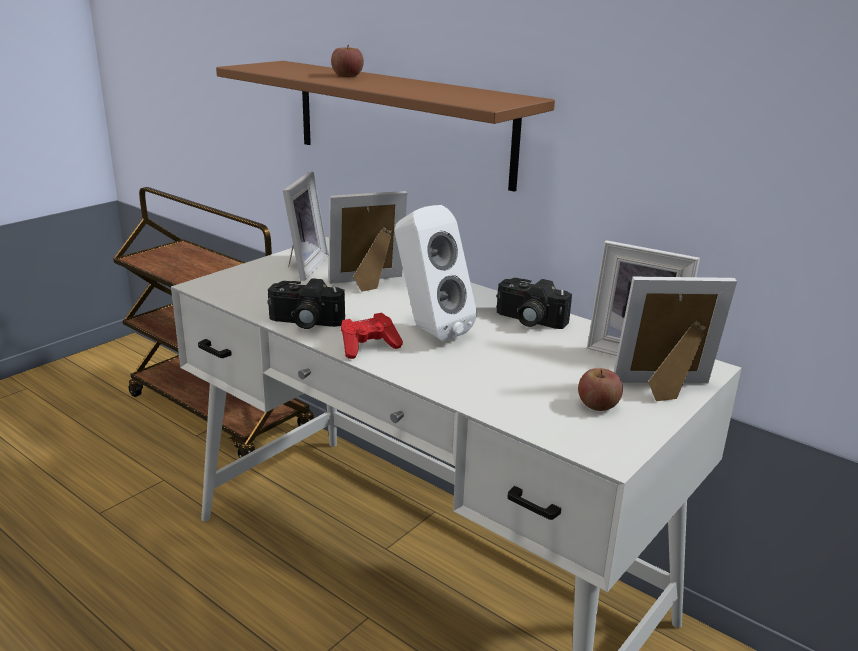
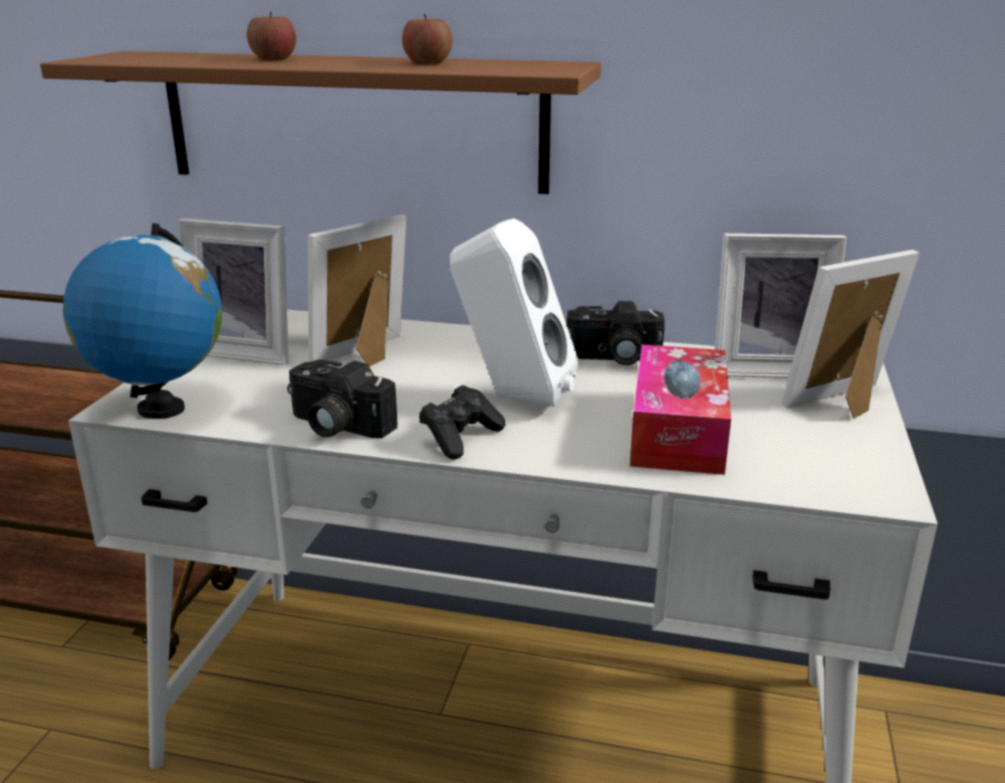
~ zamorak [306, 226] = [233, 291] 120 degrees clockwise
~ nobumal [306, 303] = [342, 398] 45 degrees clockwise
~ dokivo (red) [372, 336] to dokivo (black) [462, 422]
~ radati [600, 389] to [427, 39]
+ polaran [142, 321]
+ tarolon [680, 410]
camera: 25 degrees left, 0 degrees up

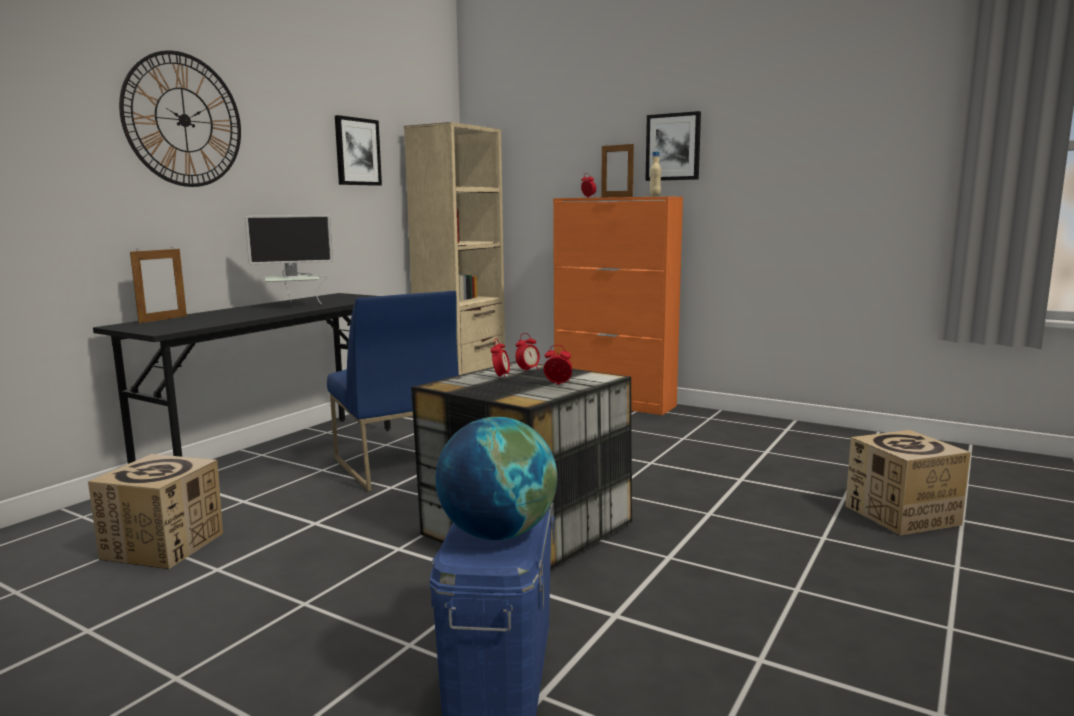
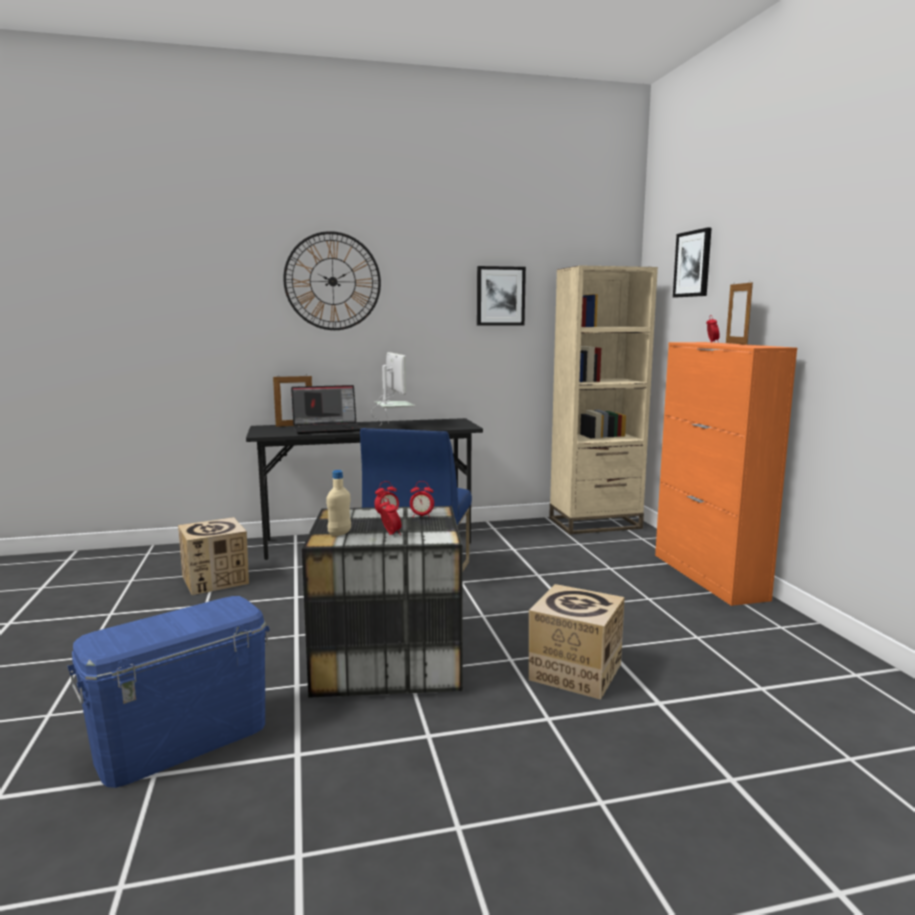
~ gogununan [673, 146] to [692, 262]
~ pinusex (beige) [655, 173] to [338, 503]
~ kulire [289, 260] = [393, 388] 135 degrees counterclockwise
- polaran [496, 478]
~ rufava [908, 482] to [577, 642]
+ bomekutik [326, 409]
camera: 45 degrees right, 0 degrees up

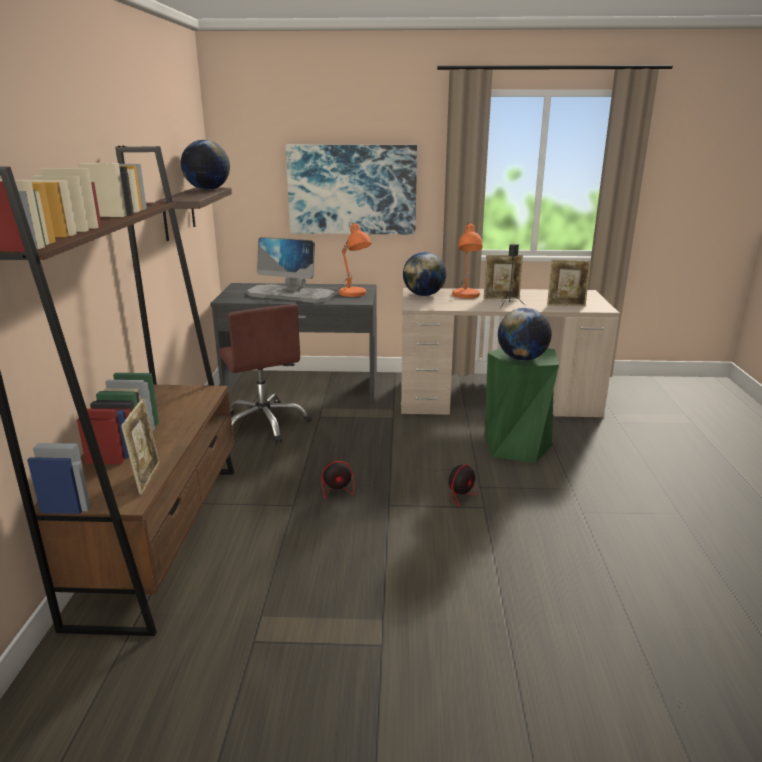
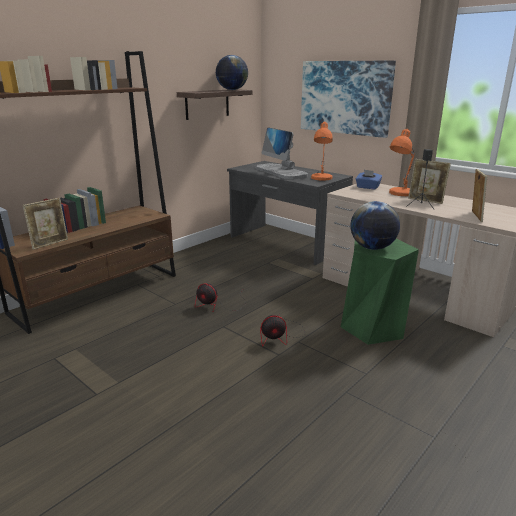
~ polaran [424, 274] to tarolon (blue) [369, 179]
~ zamorak [569, 283] = [479, 195] 120 degrees counterclockwise
- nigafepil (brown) [264, 374]
camera: 40 degrees right, 0 degrees up

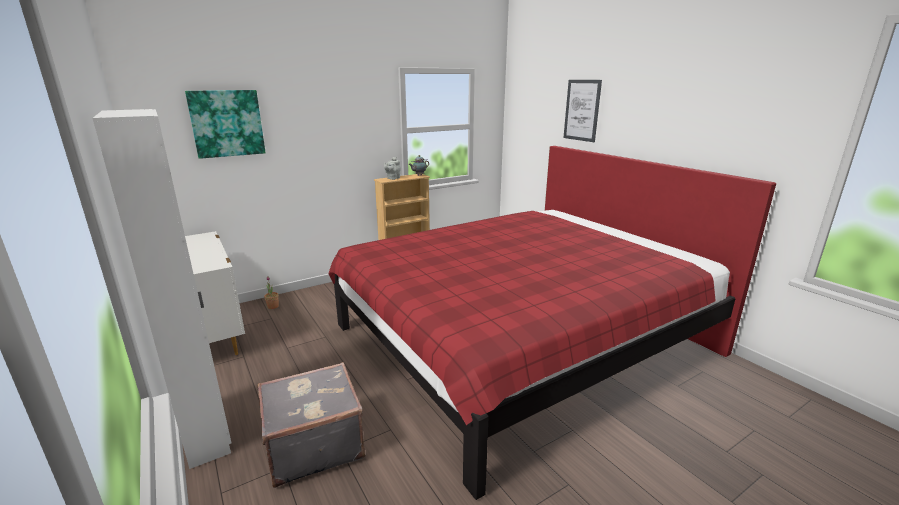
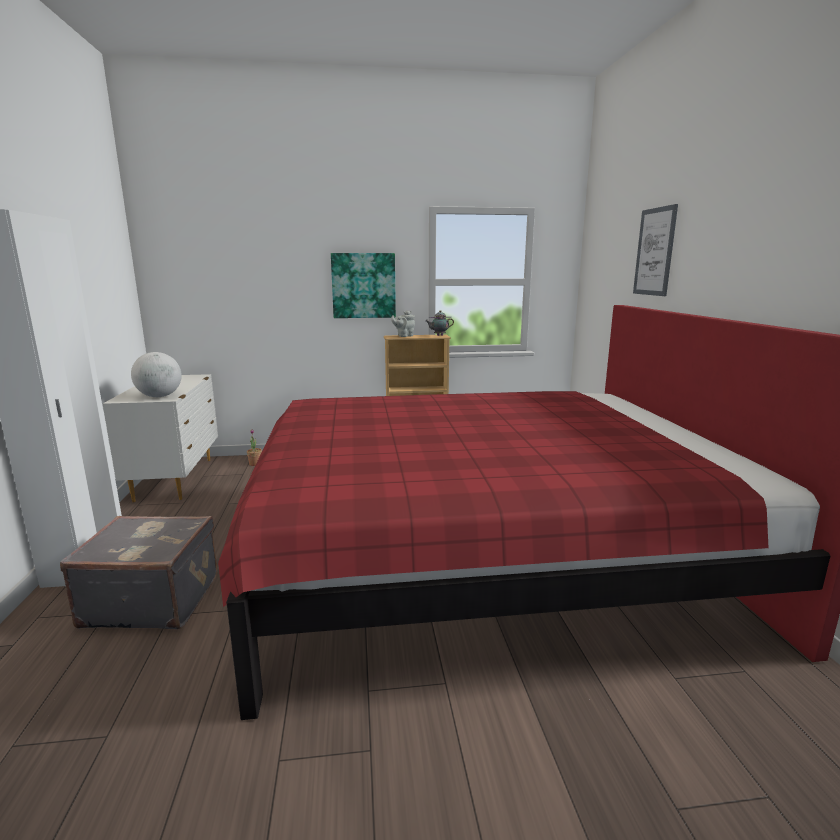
~ gogununan [225, 124] to [363, 285]
+ polaran [156, 374]
camera: 25 degrees right, 5 degrees down

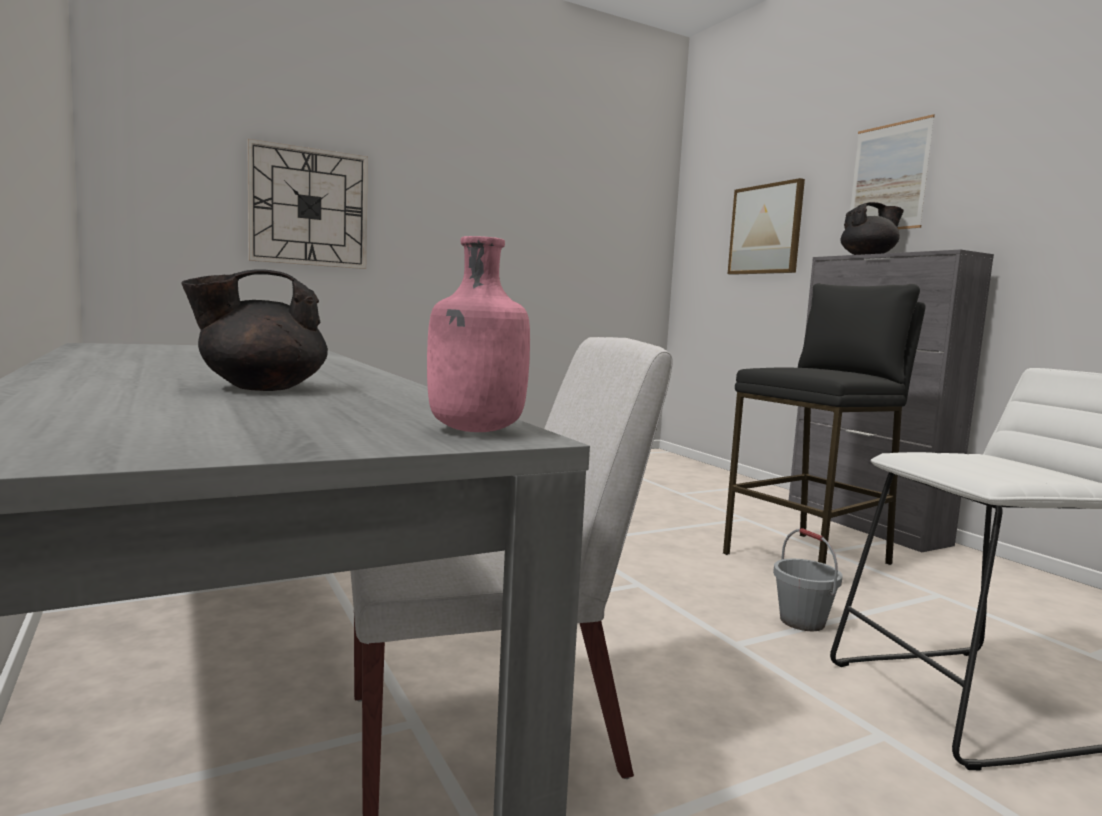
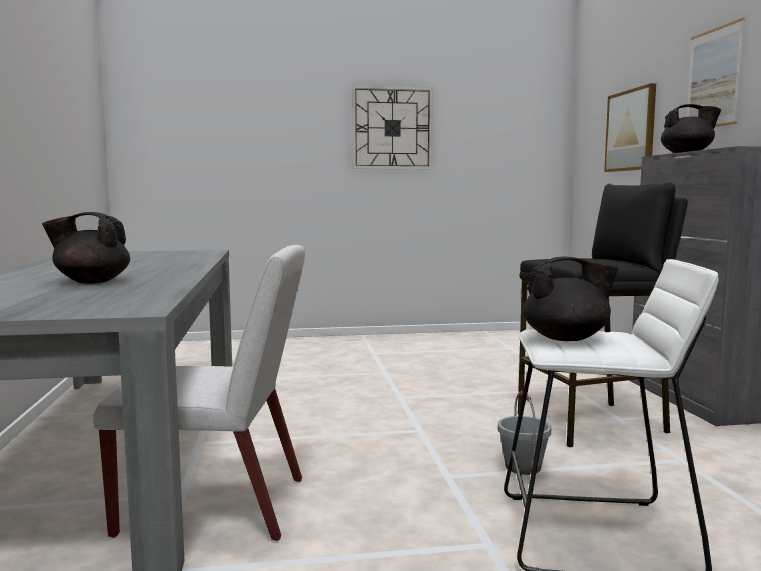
~ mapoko [307, 204] to [392, 127]
- pinusex (pink) [478, 334]
+ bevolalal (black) [571, 299]
camera: 20 degrees right, 0 degrees up

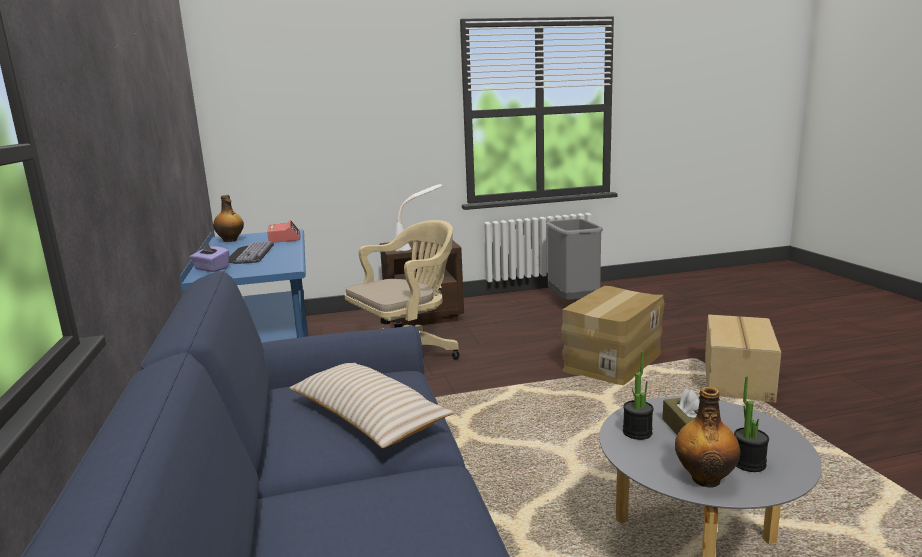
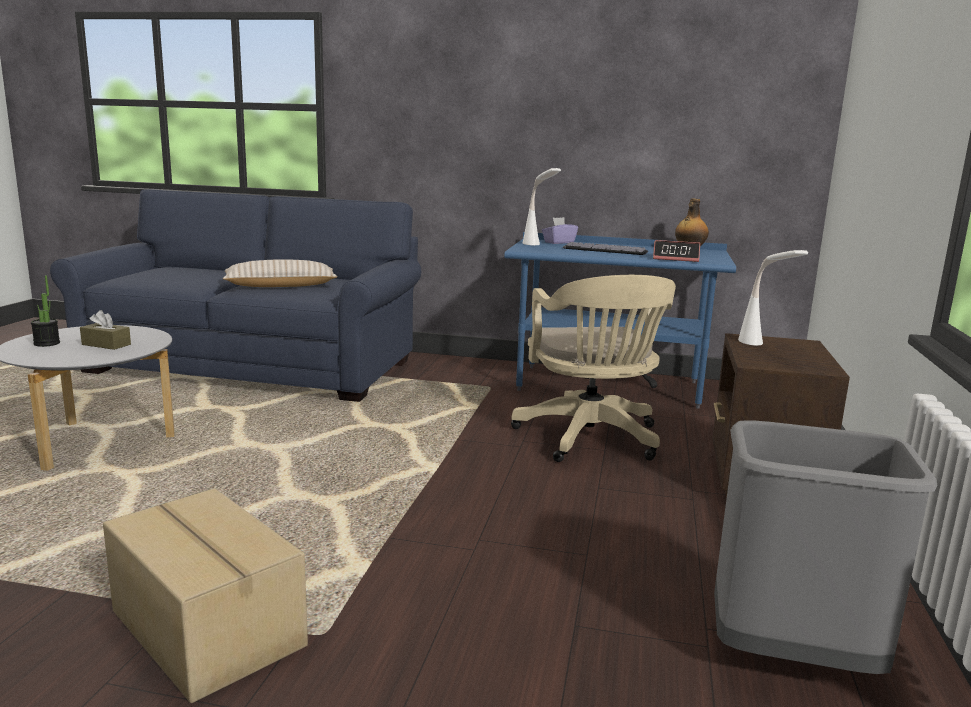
- rufava [613, 335]
- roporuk [638, 395]
- pinusex [707, 437]
+ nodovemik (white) [542, 206]
camera: 115 degrees right, 0 degrees up

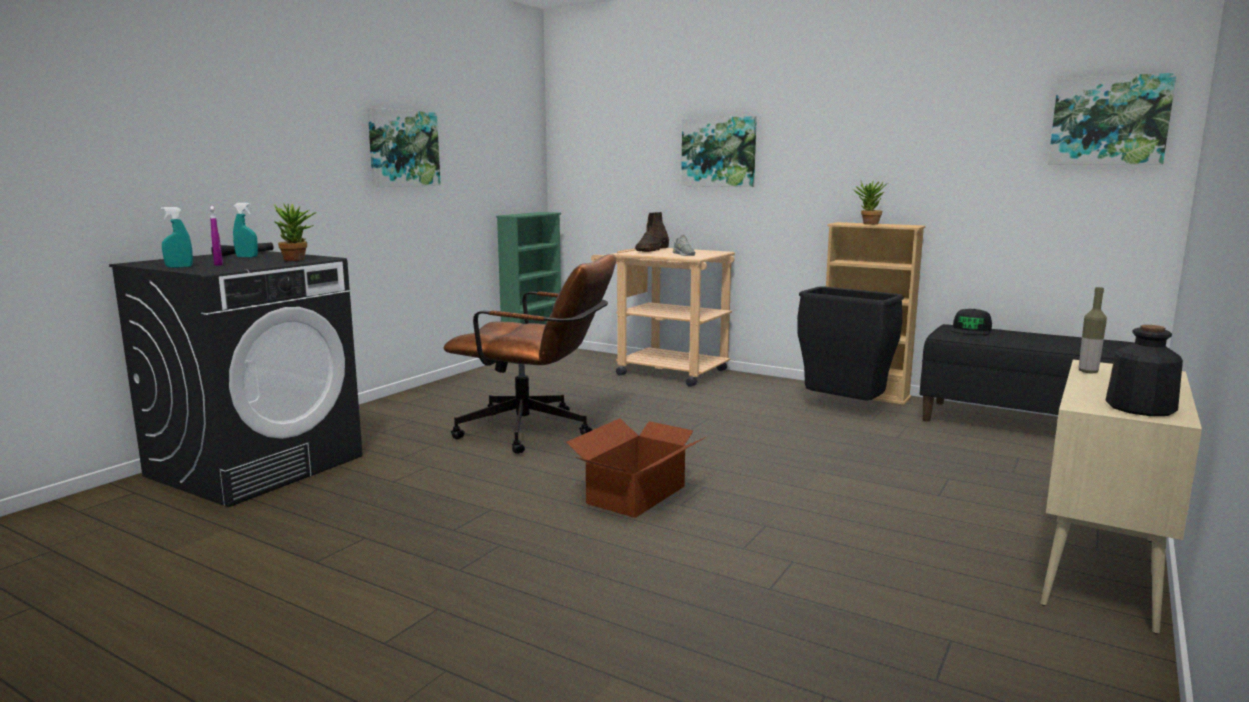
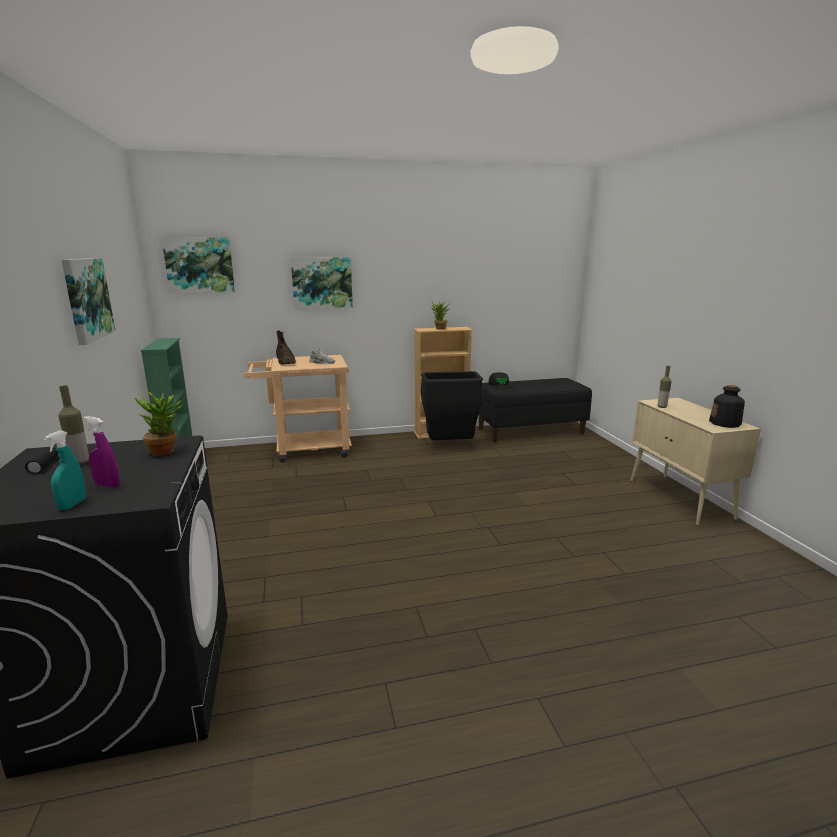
~ gogununan [1112, 119] to [198, 265]
~ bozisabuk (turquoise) [245, 230] to pinusex [73, 425]
- nigafepil (brown) [530, 354]
- rufava [636, 468]
camera: 45 degrees left, 5 degrees up

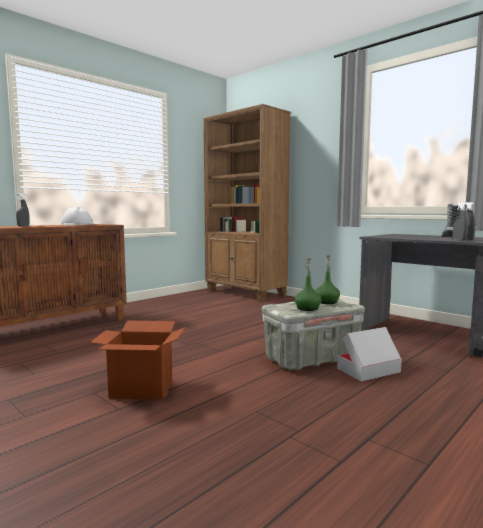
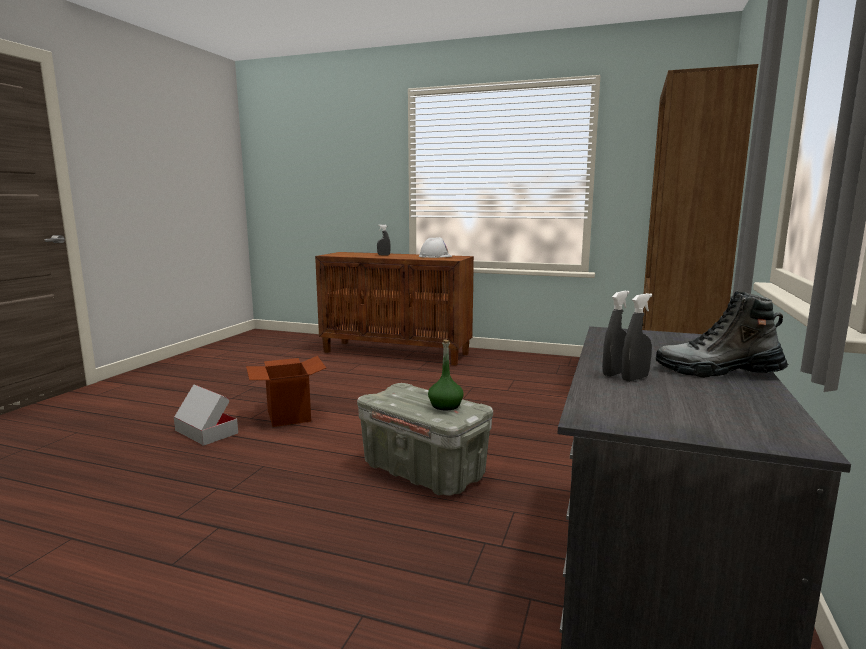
- pinusex (green) [308, 285]
~ rufava [369, 354] to [206, 415]
camera: 65 degrees right, 5 degrees up

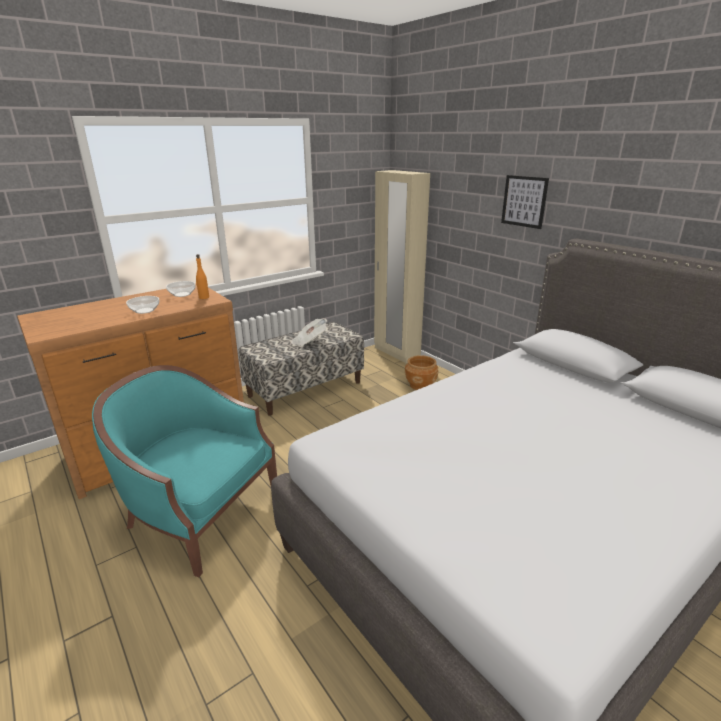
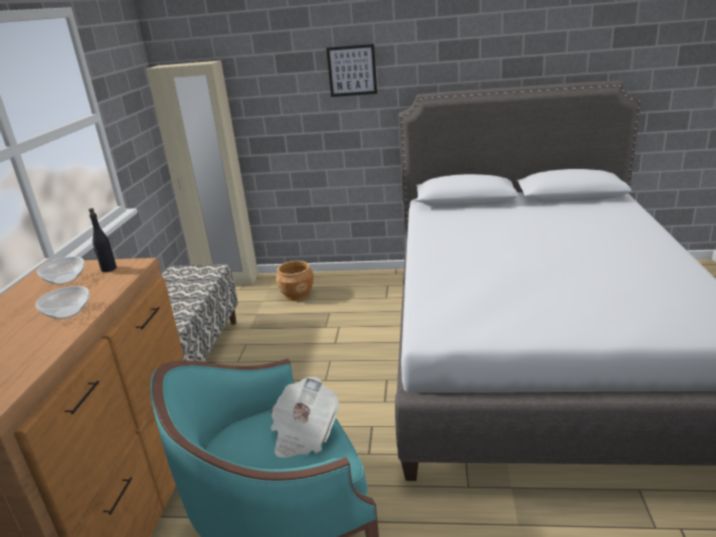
~ pinusex (orange) [202, 276] to pinusex (black) [103, 240]
~ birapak [308, 332] to [304, 417]
camera: 45 degrees left, 0 degrees up

